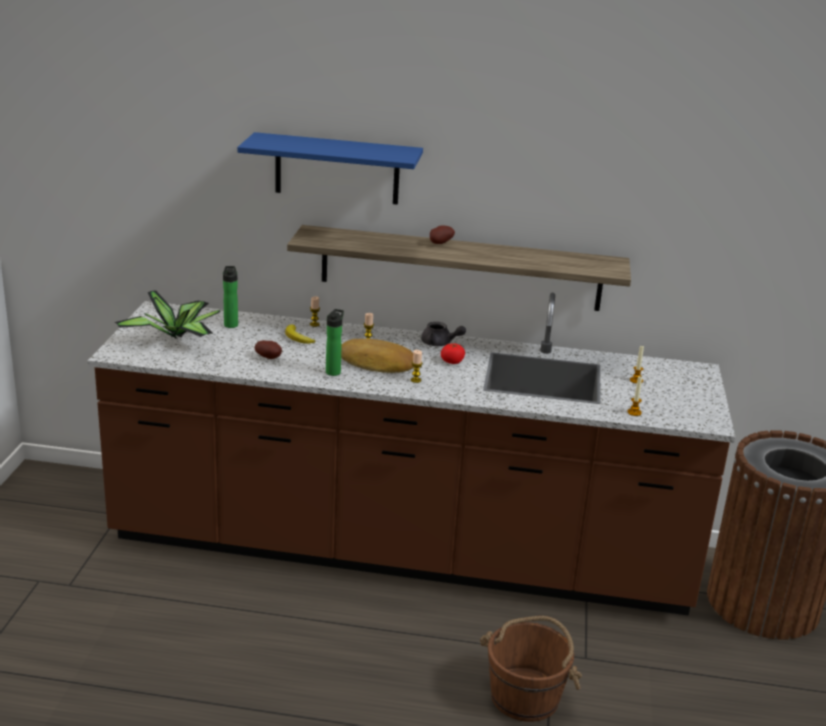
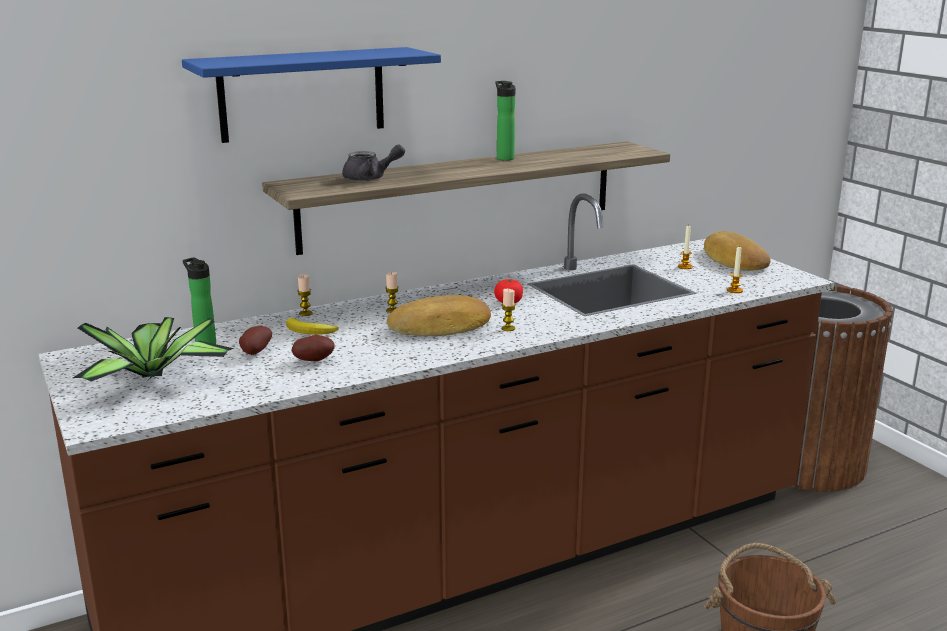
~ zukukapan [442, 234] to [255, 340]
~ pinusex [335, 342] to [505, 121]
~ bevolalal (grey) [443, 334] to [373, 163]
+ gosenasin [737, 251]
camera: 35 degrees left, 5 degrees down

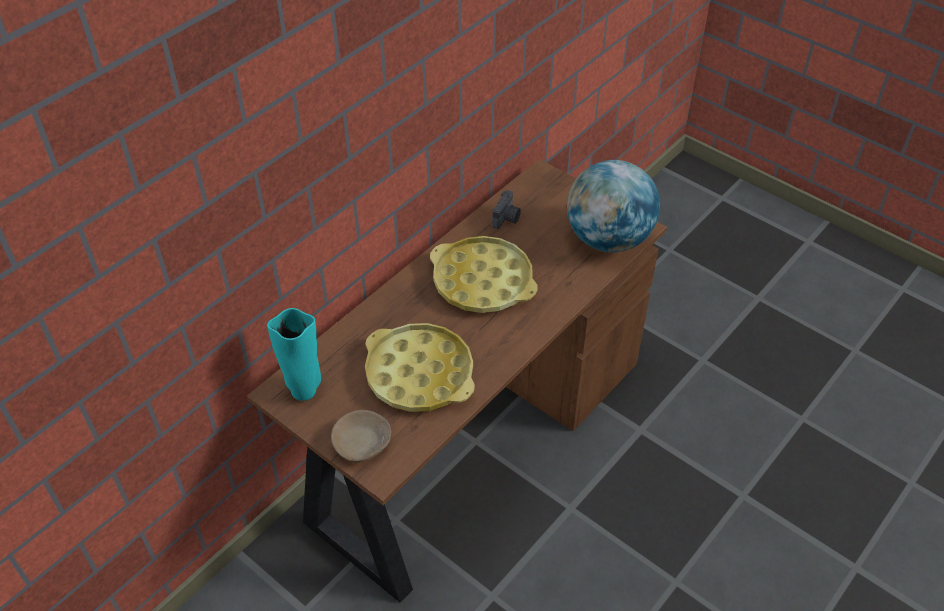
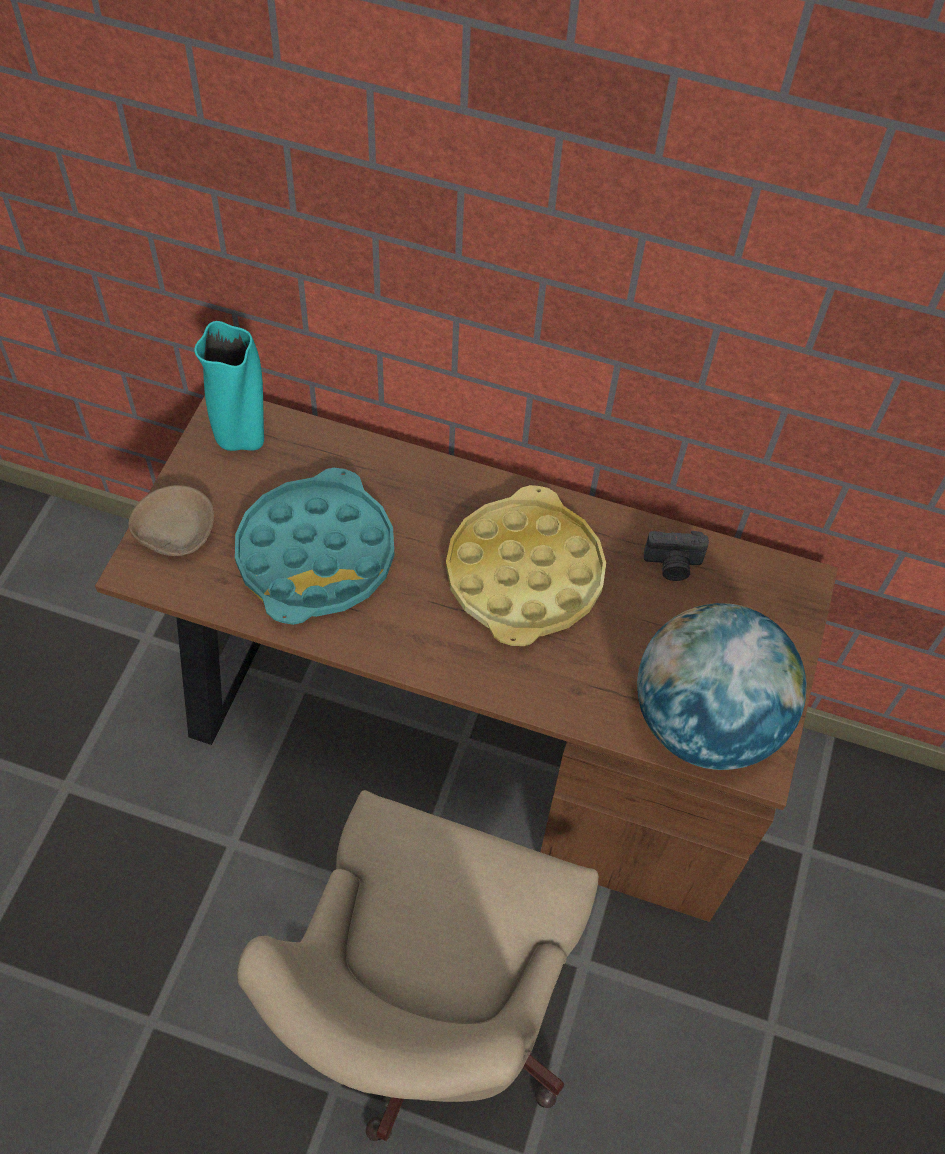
~ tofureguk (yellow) [420, 367] to tofureguk (turquoise) [314, 546]
+ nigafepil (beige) [418, 965]
camera: 65 degrees right, 10 degrees up

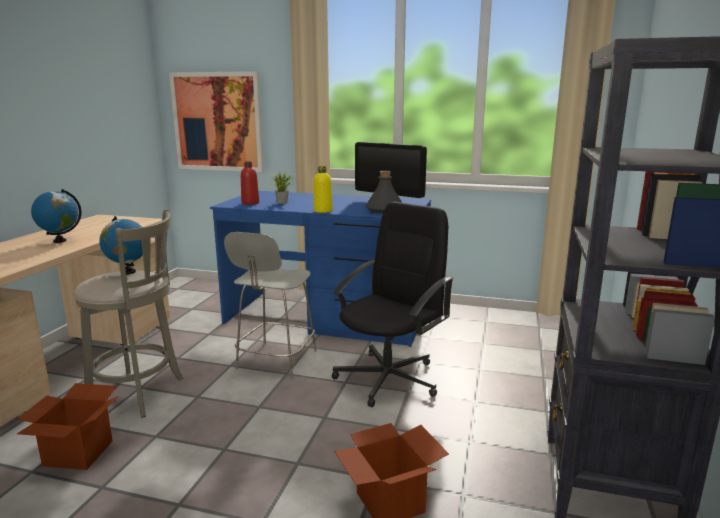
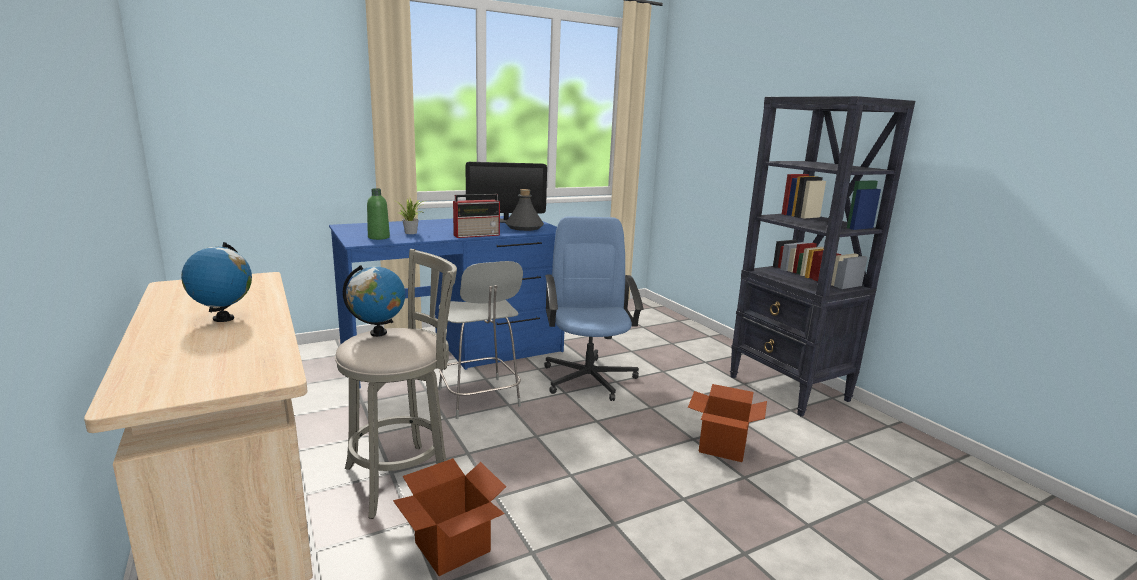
- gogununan [216, 121]
~ pinusex (red) [250, 183] to pinusex (green) [378, 214]
~ pinusex (yellow) [323, 189] to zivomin [476, 216]
~ nigafepil (black) [392, 304] to nigafepil (blue) [593, 308]
camera: 45 degrees left, 0 degrees up

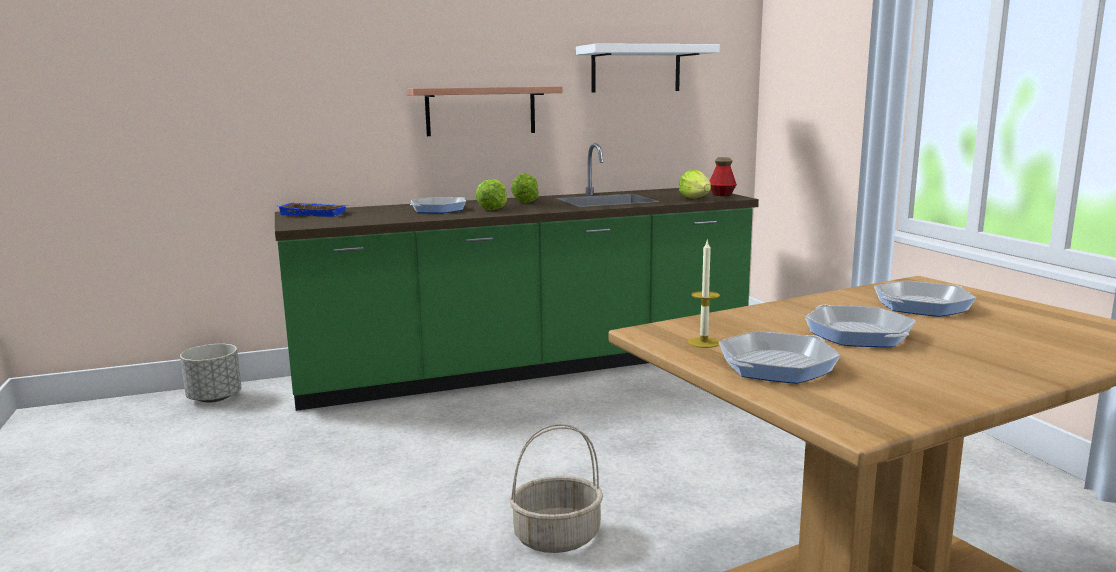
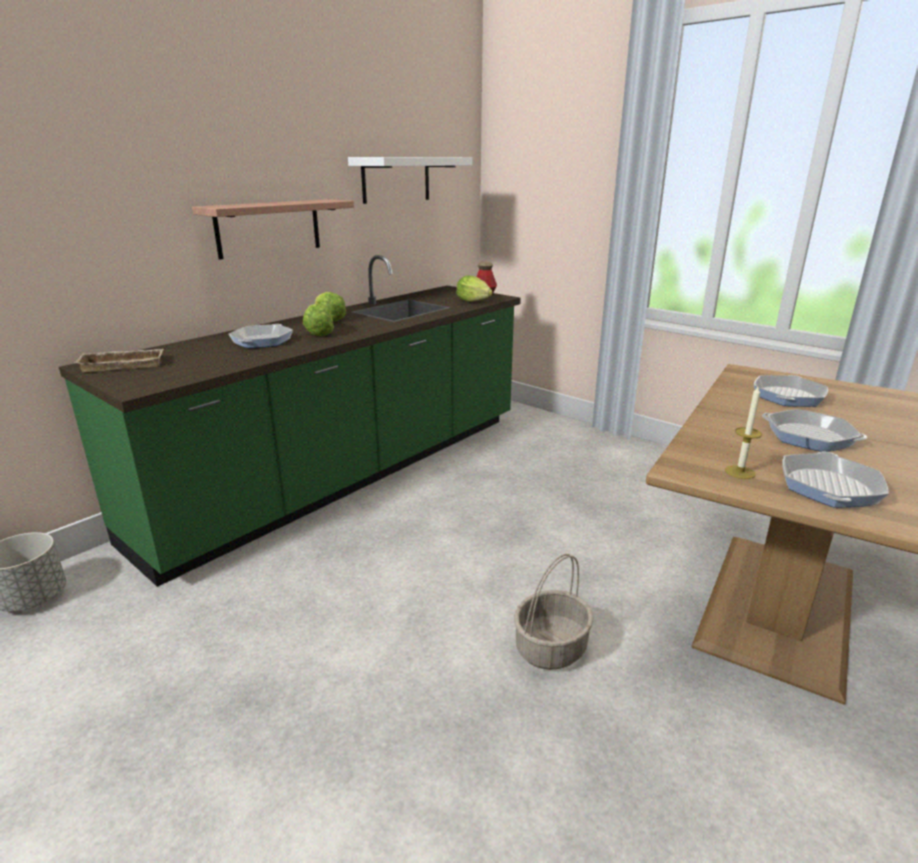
~ tofureguk (blue) [313, 210] to tofureguk (beige) [119, 360]
camera: 30 degrees left, 10 degrees up

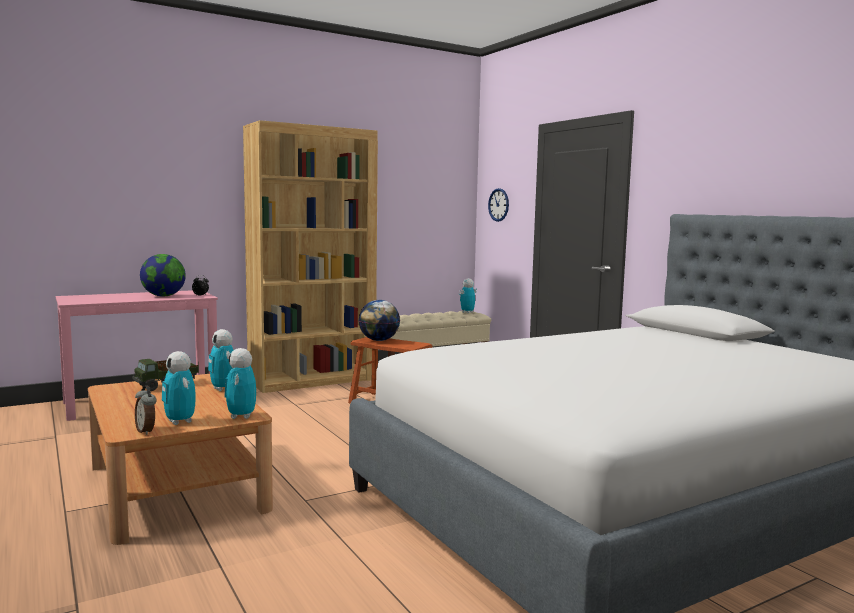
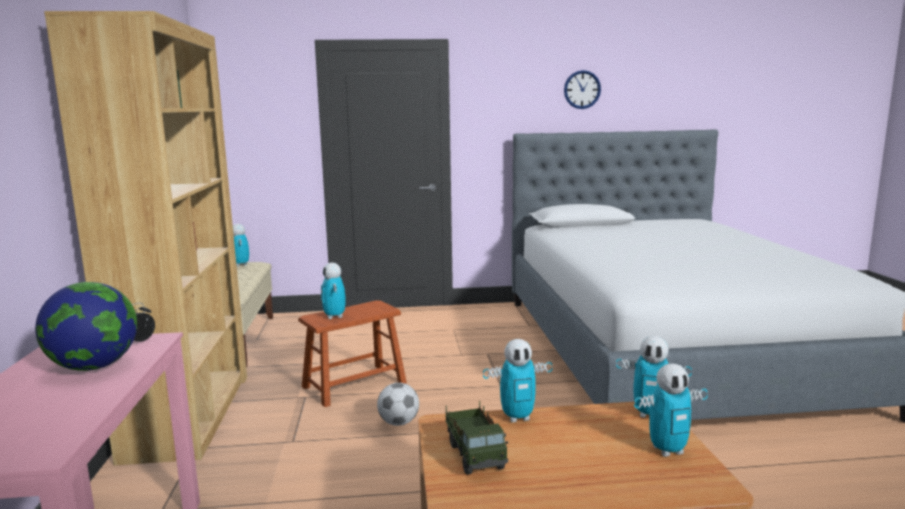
~ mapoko [498, 205] to [582, 89]
~ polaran [379, 320] to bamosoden [333, 291]
- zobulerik [146, 410]
+ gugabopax [398, 404]
camera: 65 degrees left, 5 degrees up

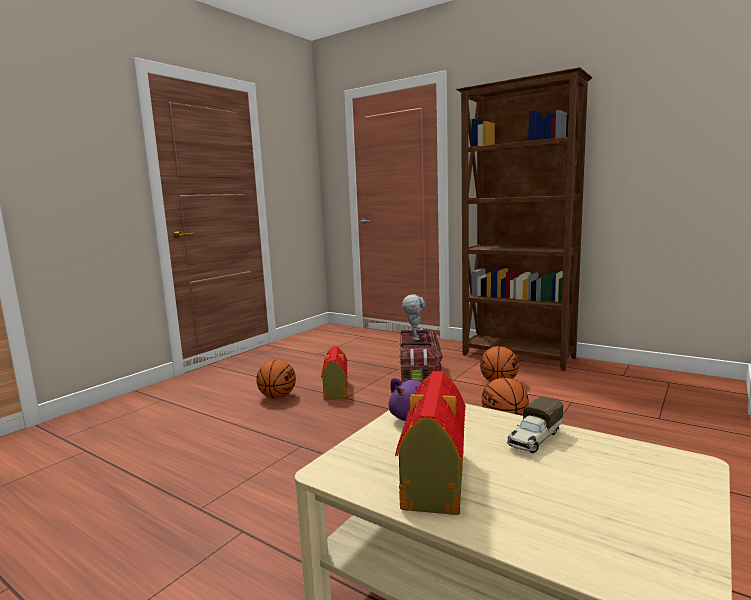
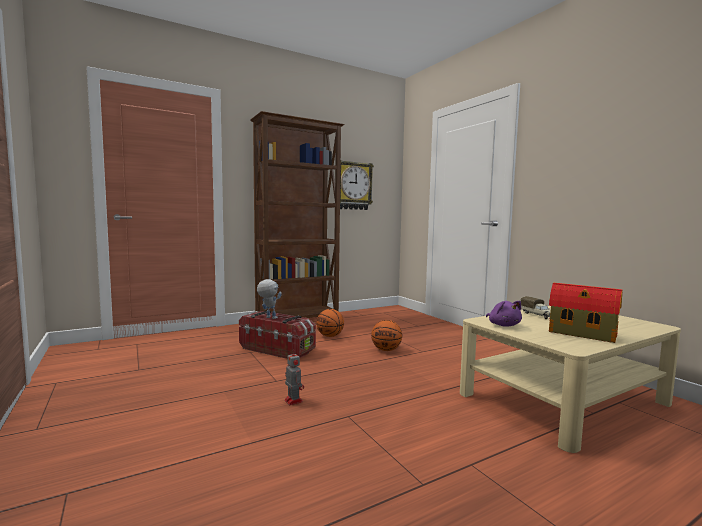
- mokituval [334, 373]
- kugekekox [276, 379]
+ mapoko [357, 185]
+ bamosoden [294, 377]
camera: 65 degrees left, 5 degrees down

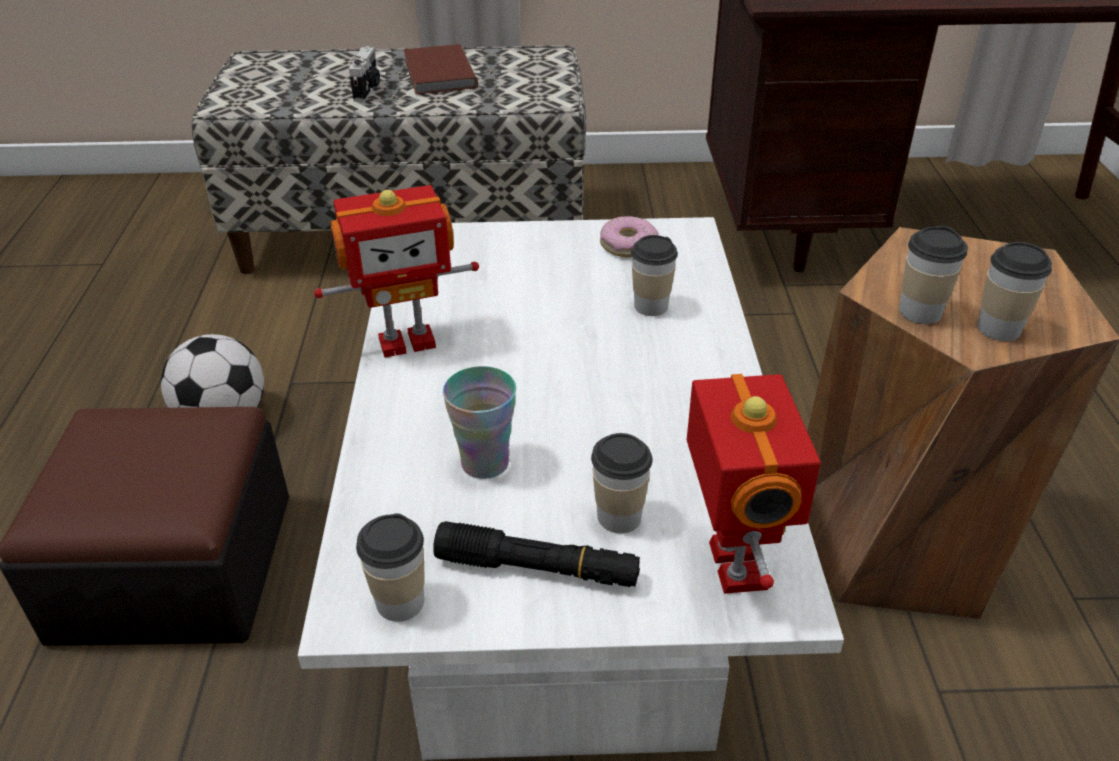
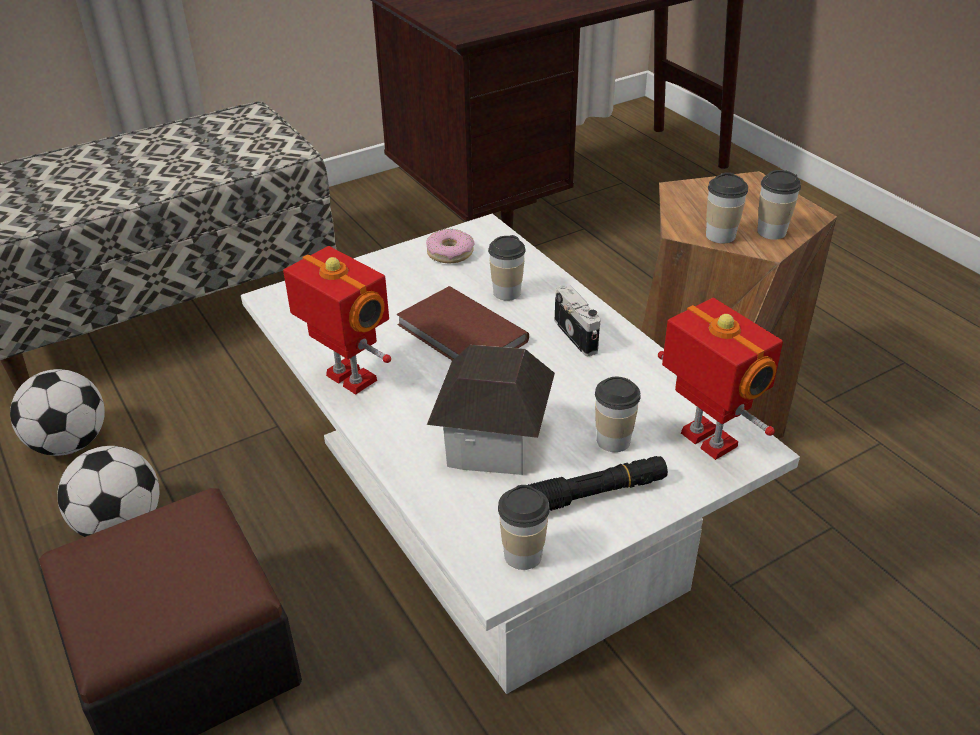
~ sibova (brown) [440, 69] to [462, 323]
~ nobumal [364, 74] to [577, 320]
~ bamosoden [396, 271] = [337, 320] 90 degrees counterclockwise
~ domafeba [479, 422] to mokituval [491, 410]
+ gugabopax [57, 412]
camera: 30 degrees left, 0 degrees up

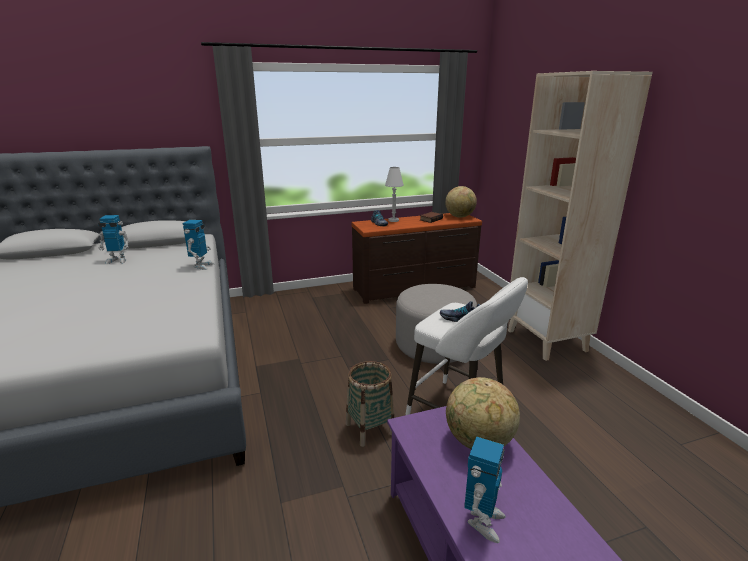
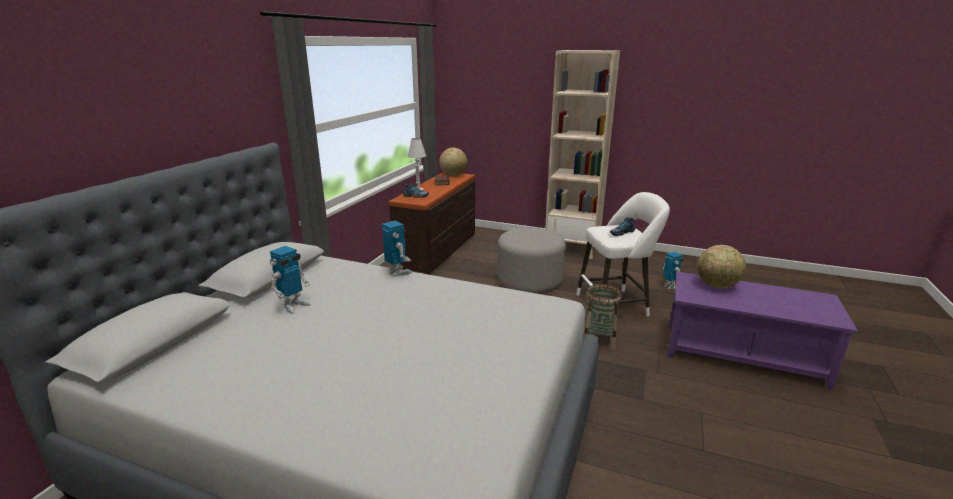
~ bamosoden [485, 490] to [672, 270]
camera: 50 degrees left, 0 degrees up

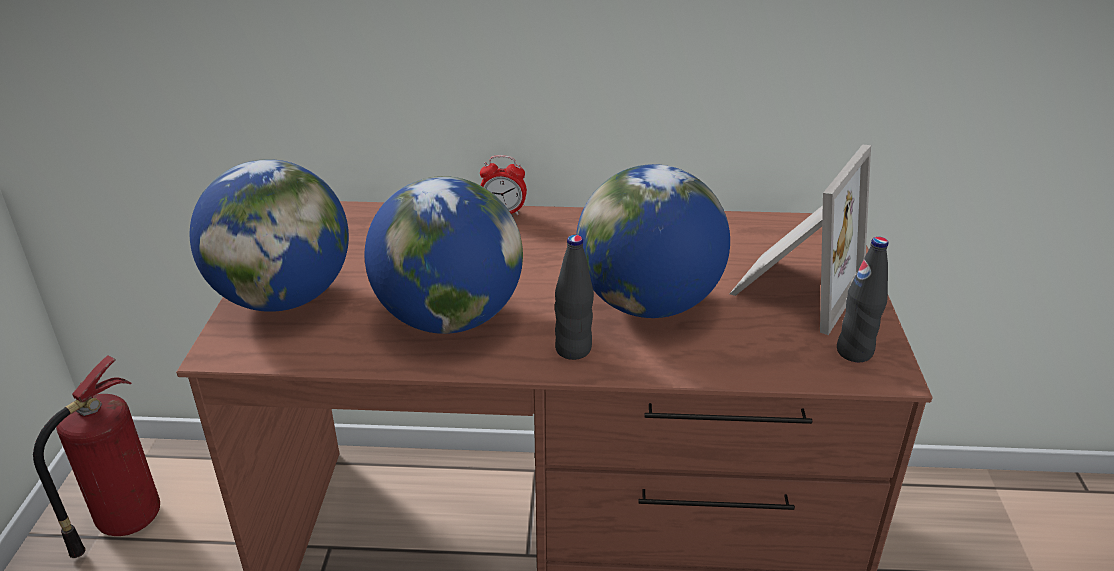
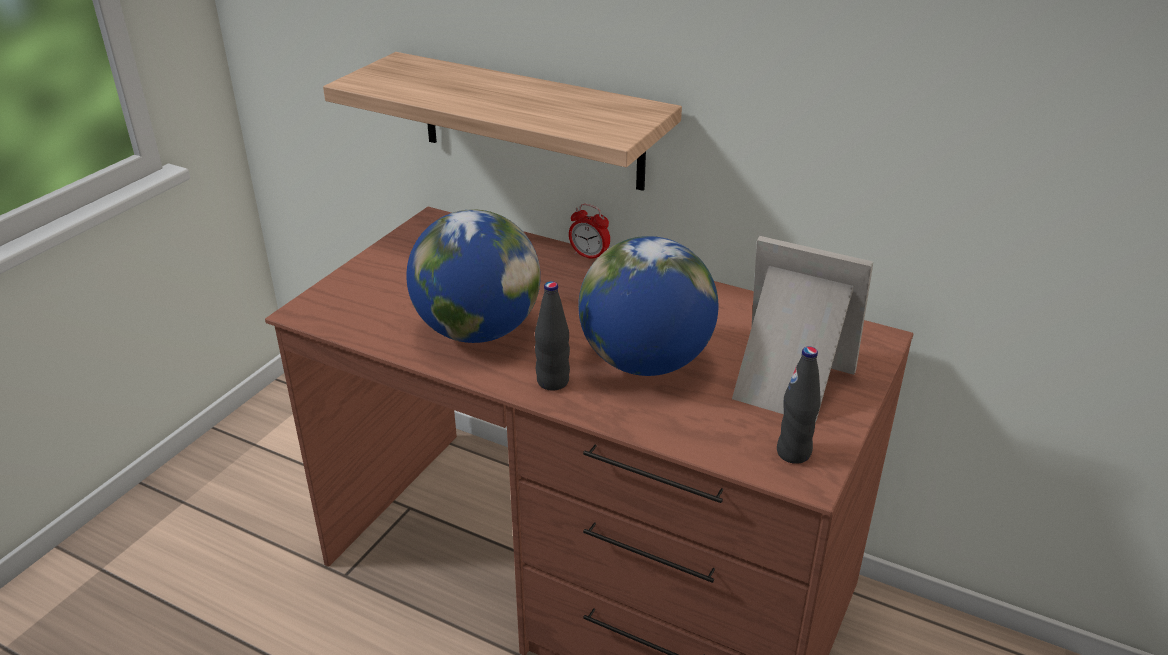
~ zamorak [800, 239] = [802, 329] 120 degrees counterclockwise
- polaran [269, 235]
- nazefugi [96, 456]
+ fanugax [502, 121]
camera: 25 degrees right, 0 degrees up

